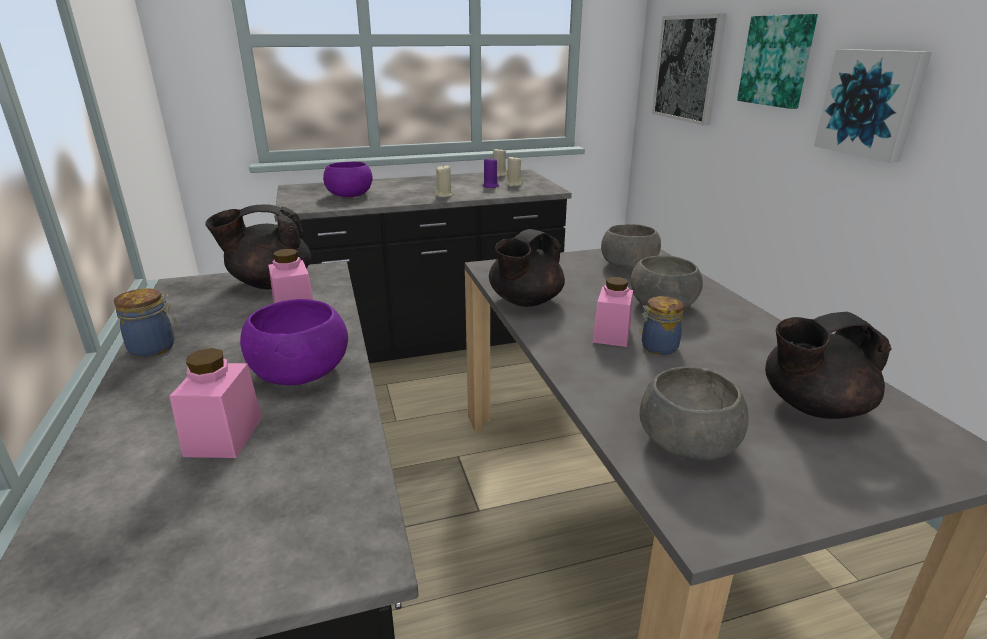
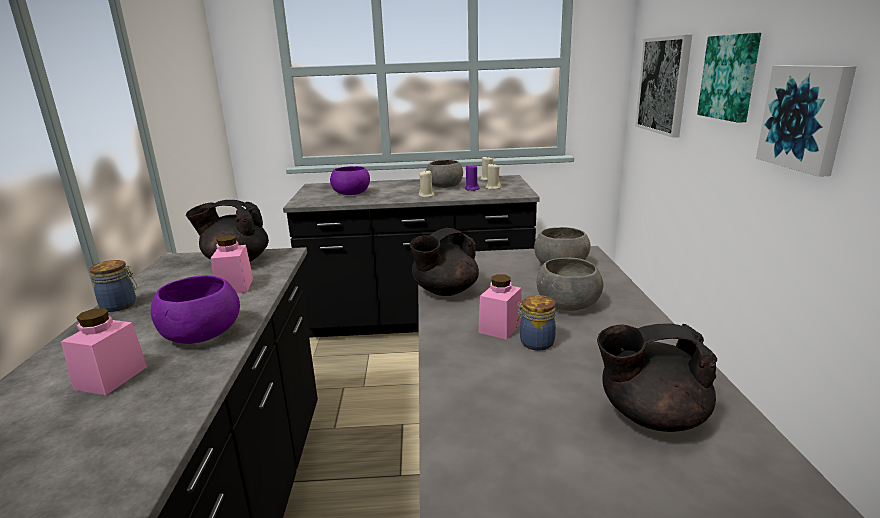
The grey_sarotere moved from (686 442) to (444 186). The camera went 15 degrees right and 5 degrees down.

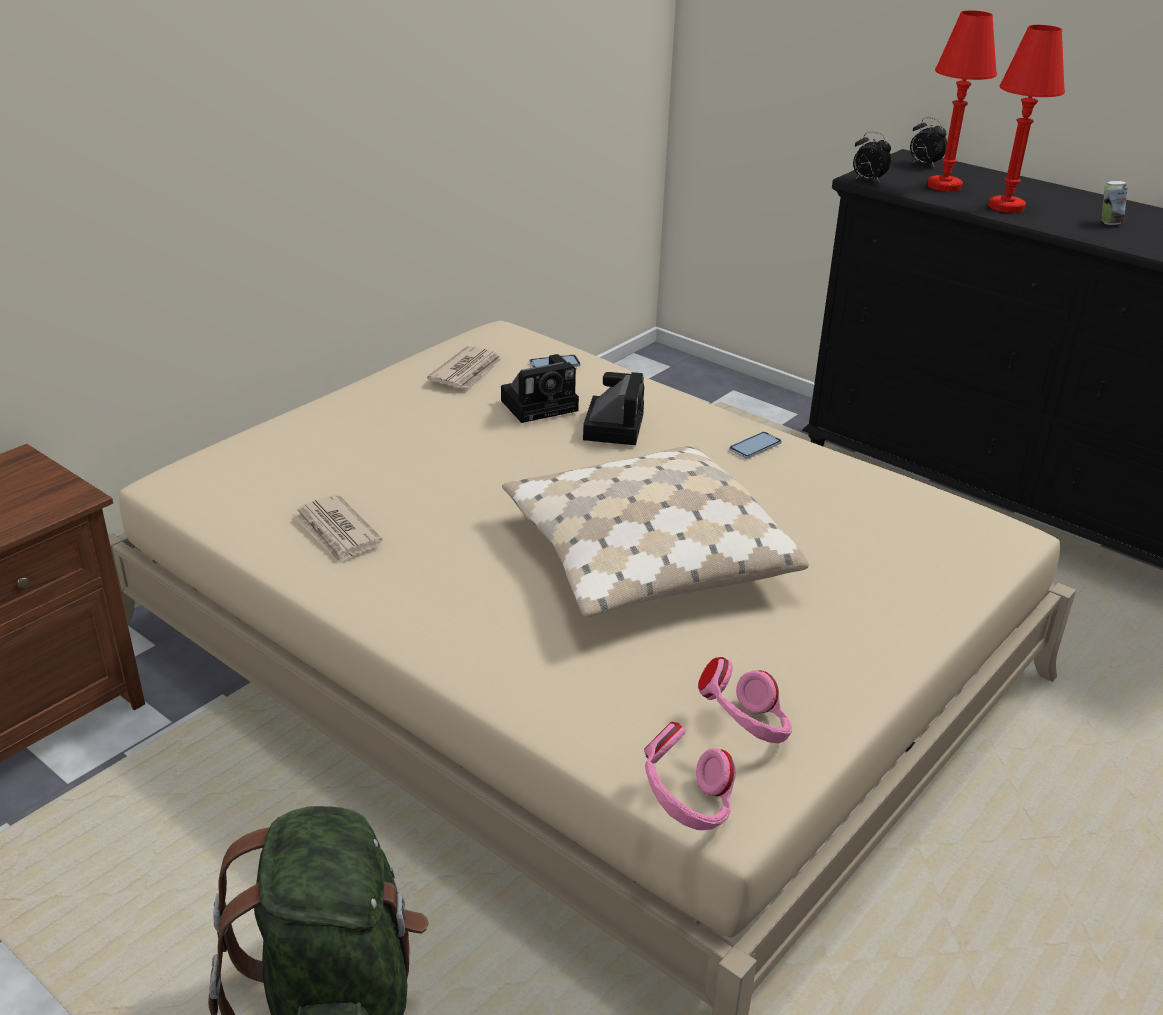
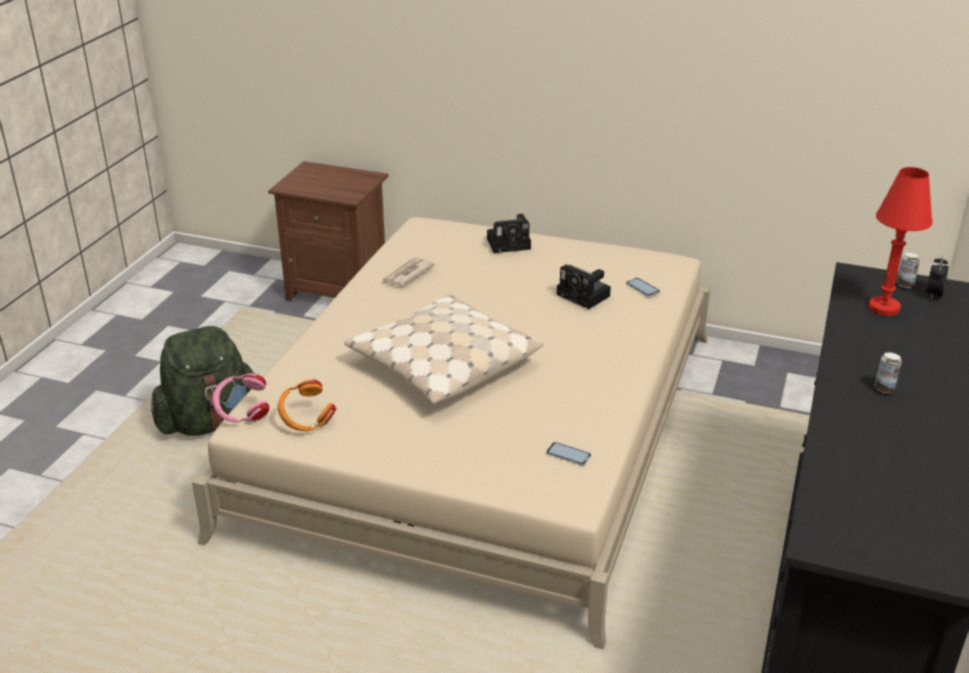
The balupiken at (467 371) disappeared. The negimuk moved from (613 425) to (510 243). The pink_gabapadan at (745 731) became the orange_gabapadan at (306 422). The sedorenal moved from (755 446) to (568 455). The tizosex at (867 180) disappeared. The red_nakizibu at (1006 207) disappeared. The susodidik at (904 285) appeared. The camera went 70 degrees right and 0 degrees up.

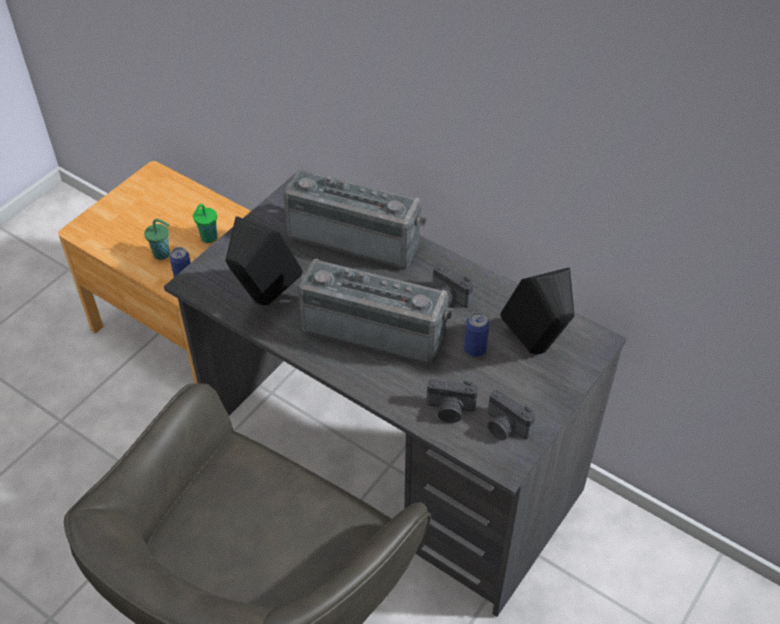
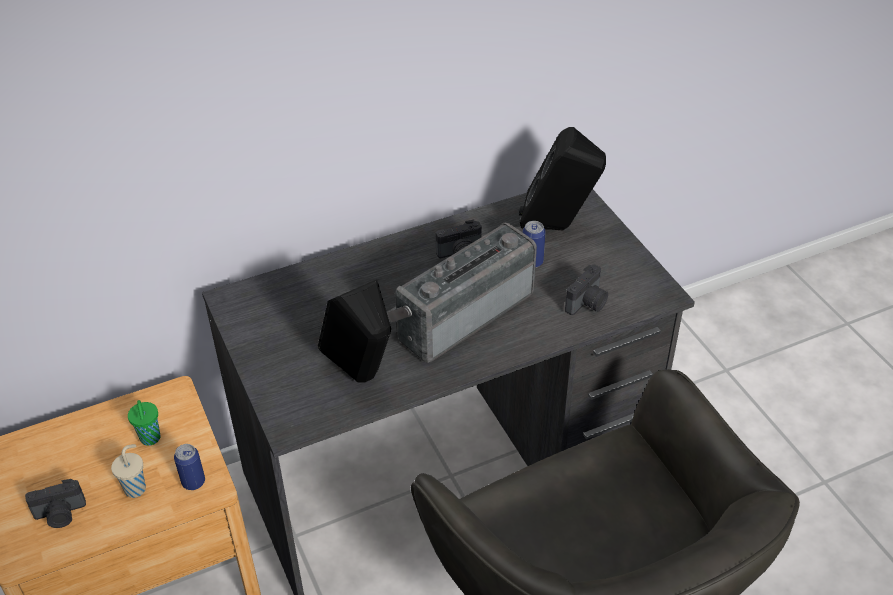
The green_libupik at (162 254) became the beige_libupik at (136 488). The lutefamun at (356 237) disappeared. The negimuk moved from (505 427) to (60 515). The camera went 60 degrees left and 5 degrees down.

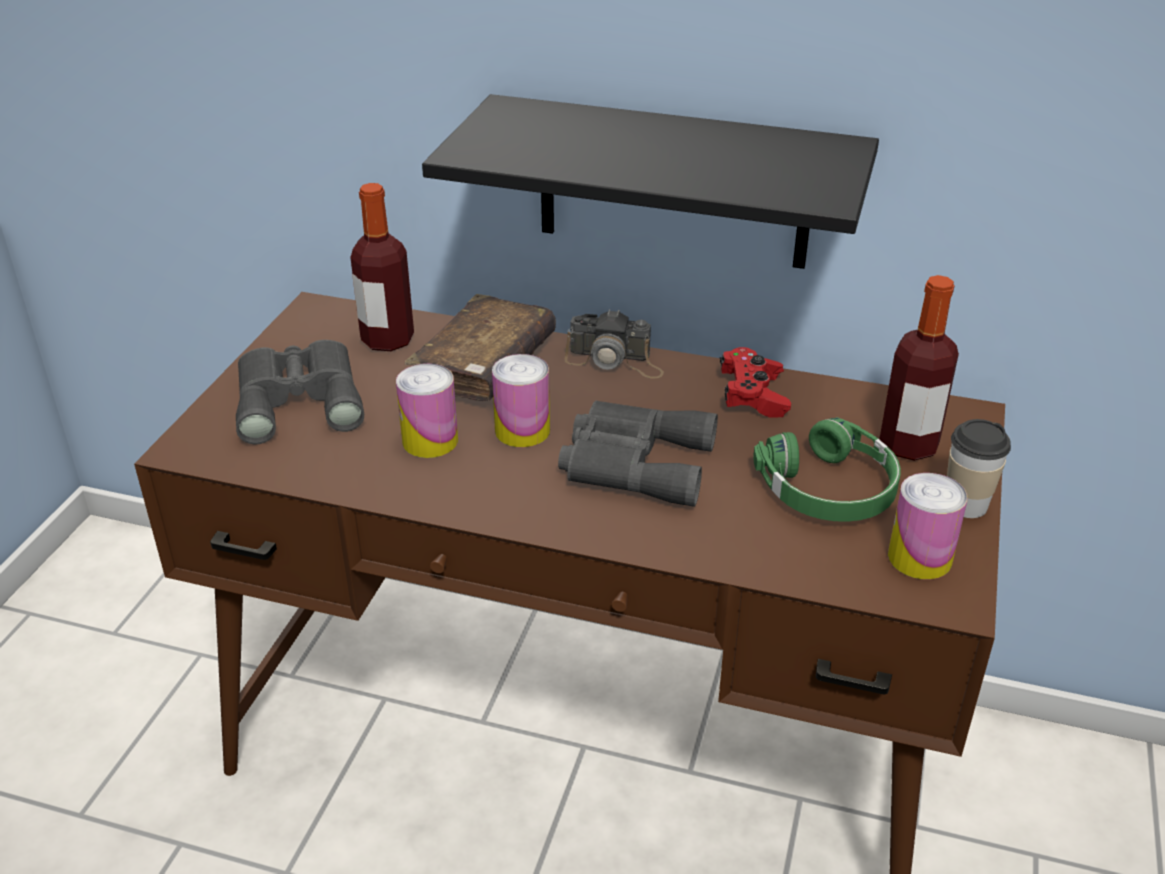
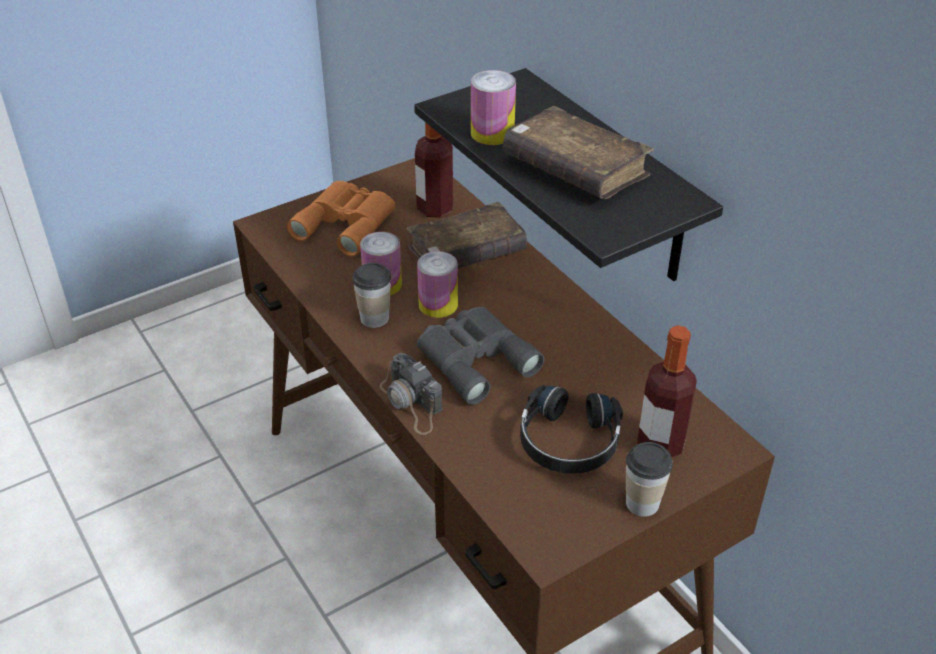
The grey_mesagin at (299 398) became the orange_mesagin at (347 223). The negimuk moved from (615 361) to (412 403). The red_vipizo at (753 396) disappeared. The green_gabapadan at (830 489) became the black_gabapadan at (568 441). The susodidik moved from (919 558) to (492 133). The libupik at (374 318) appeared. The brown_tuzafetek at (575 169) appeared. The camera went 40 degrees right and 5 degrees up.

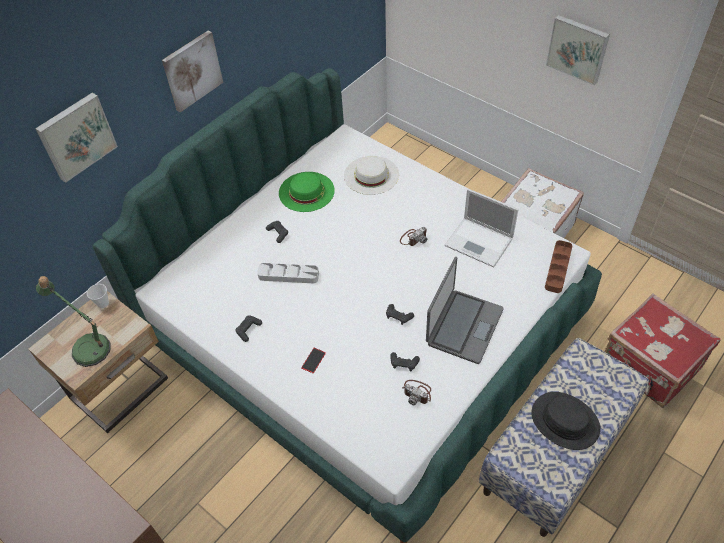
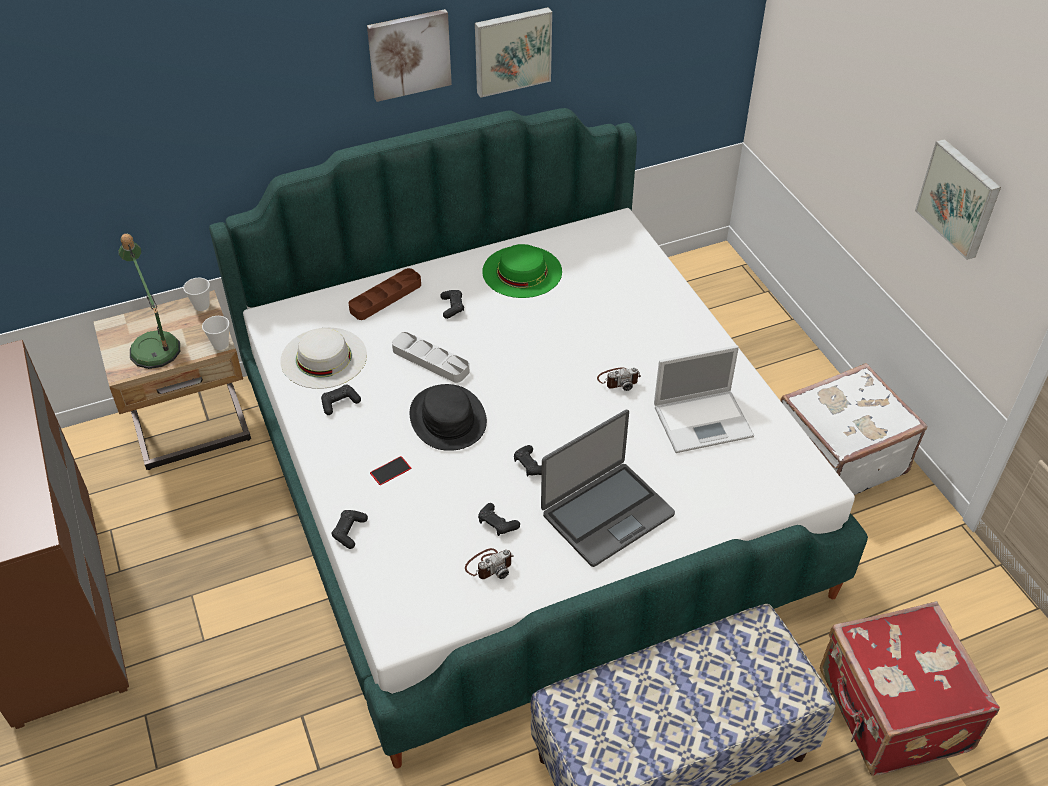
The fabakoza moved from (76 136) to (512 50). The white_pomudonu moved from (371 175) to (323 357). The negimuk at (417 393) turned 90 degrees counterclockwise. The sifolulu at (480 242) turned 75 degrees counterclockwise. The black_pomudonu moved from (564 421) to (447 419). The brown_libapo moved from (558 268) to (385 297). The libupik at (220 344) appeared. The black_vipizo at (349 531) appeared. The camera went 25 degrees right and 5 degrees down.

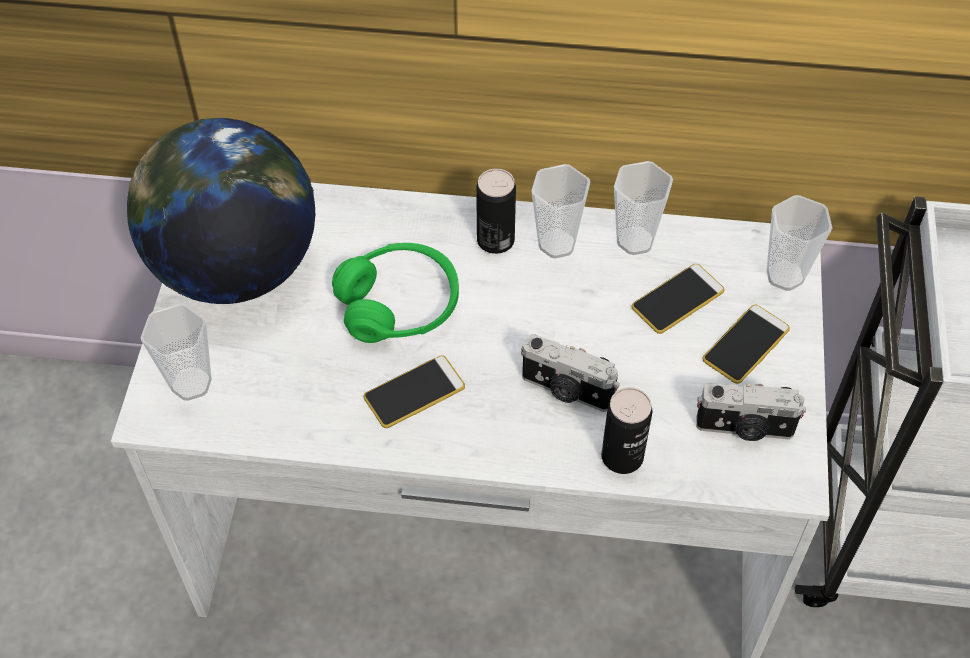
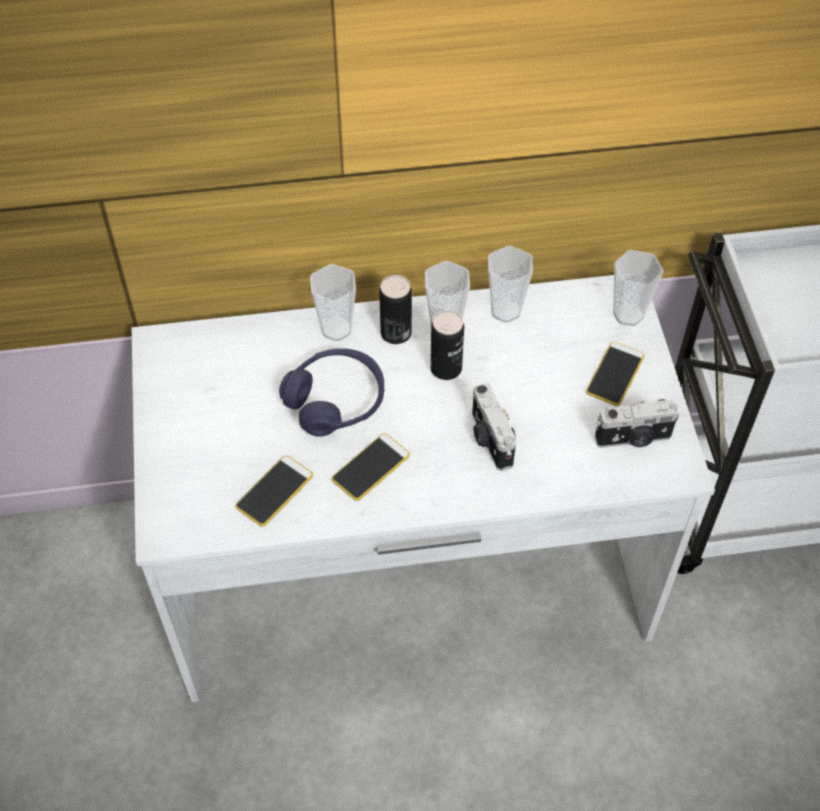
The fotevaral at (236 269) disappeared. The libupik moved from (191 383) to (336 329). The green_gabapadan at (399 305) became the purple_gabapadan at (335 401). The negimuk at (566 390) turned 60 degrees clockwise. The susodidik moved from (622 456) to (446 368). The sedorenal moved from (677 299) to (274 491). The camera went 15 degrees left and 0 degrees up.

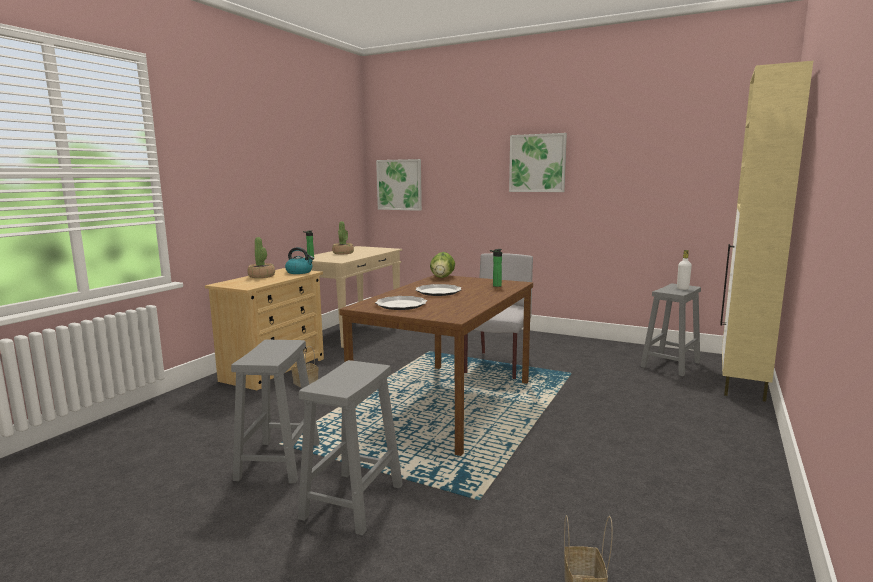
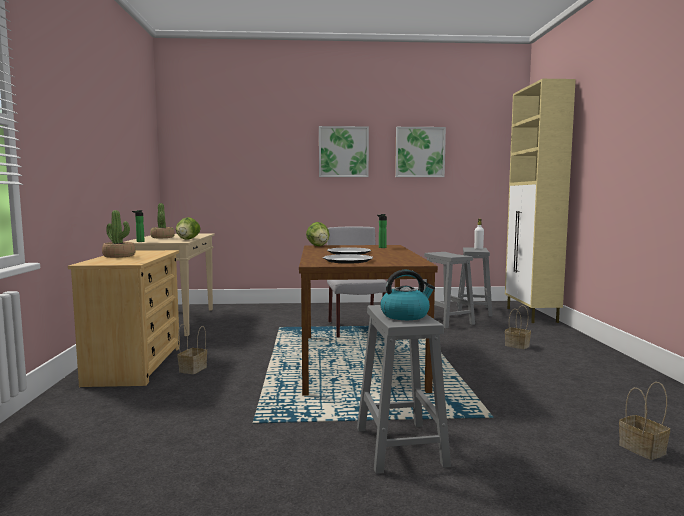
The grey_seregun moved from (279 460) to (445 321). The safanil moved from (299 272) to (405 315). The fabakoza moved from (399 185) to (420 152). The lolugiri at (188 239) appeared. The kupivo at (518 345) appeared. The camera went 30 degrees left and 5 degrees down.

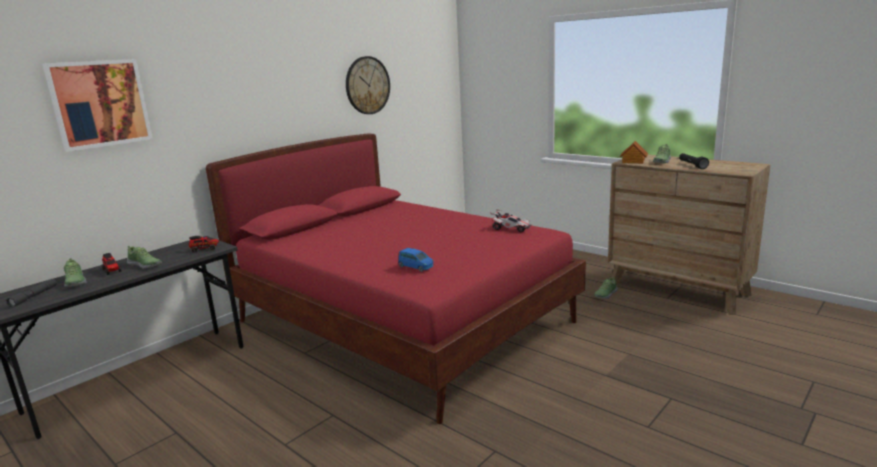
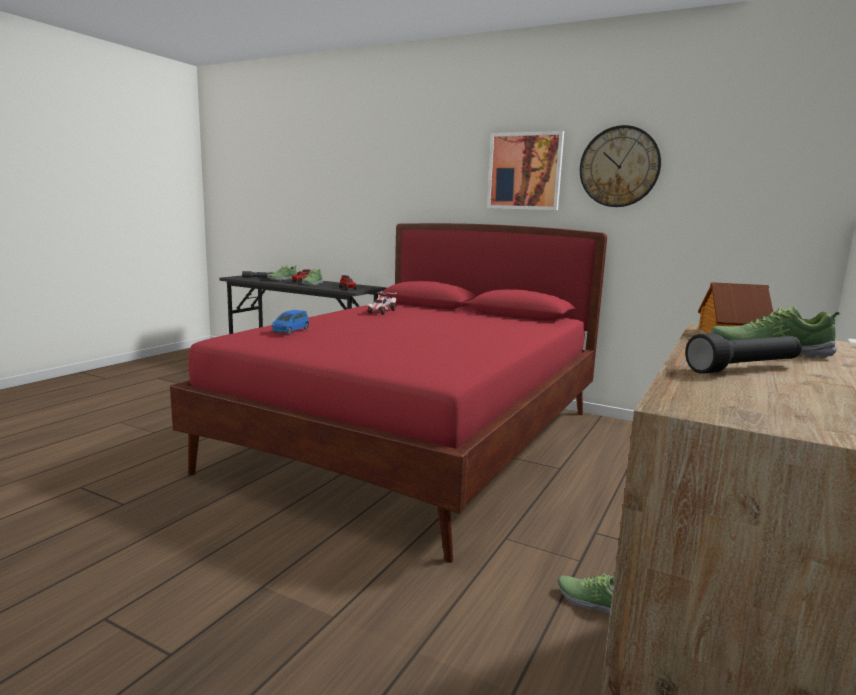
The fabakoza moved from (100 103) to (525 171). The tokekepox moved from (511 229) to (381 312). The camera went 75 degrees right and 5 degrees down.

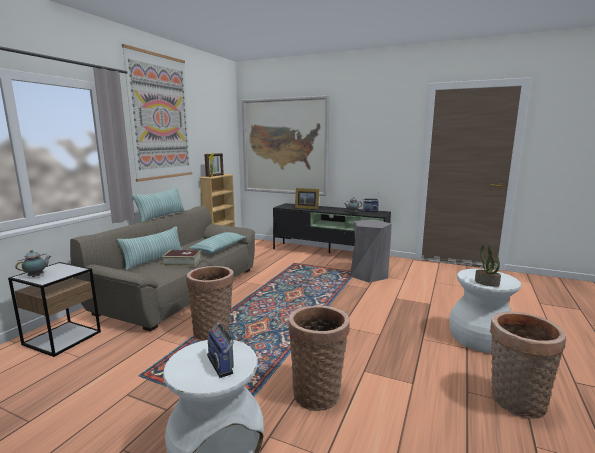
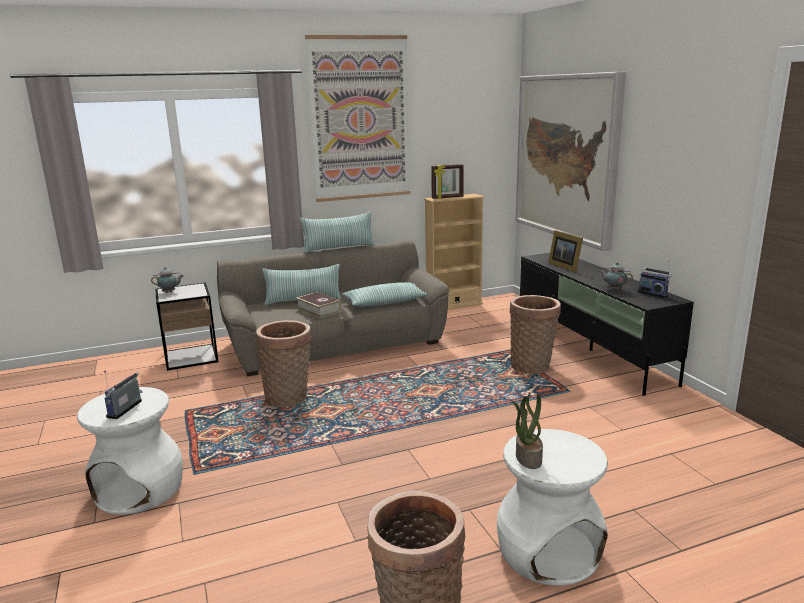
The kupivo moved from (317 392) to (532 366). The grey_seregun at (368 275) disappeared. The camera went 45 degrees right and 5 degrees up.

